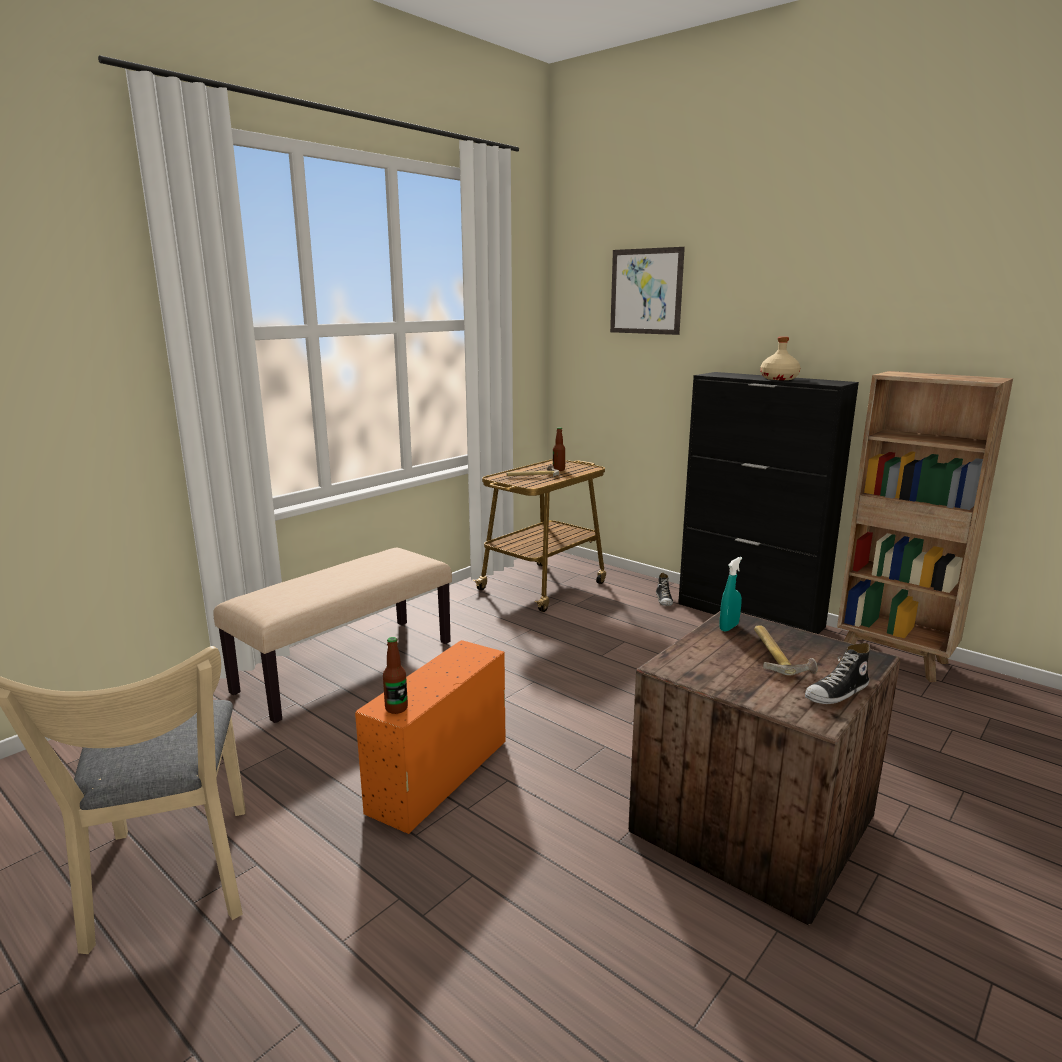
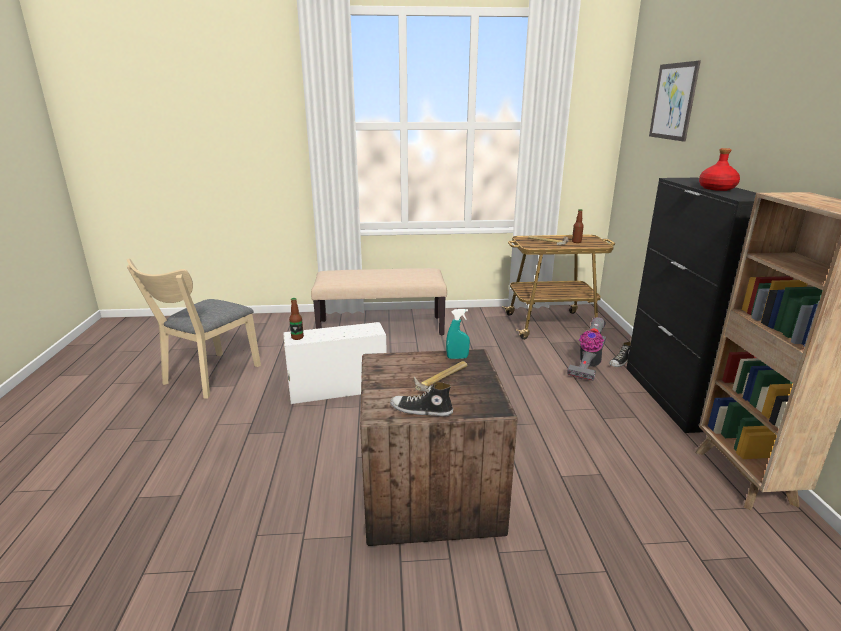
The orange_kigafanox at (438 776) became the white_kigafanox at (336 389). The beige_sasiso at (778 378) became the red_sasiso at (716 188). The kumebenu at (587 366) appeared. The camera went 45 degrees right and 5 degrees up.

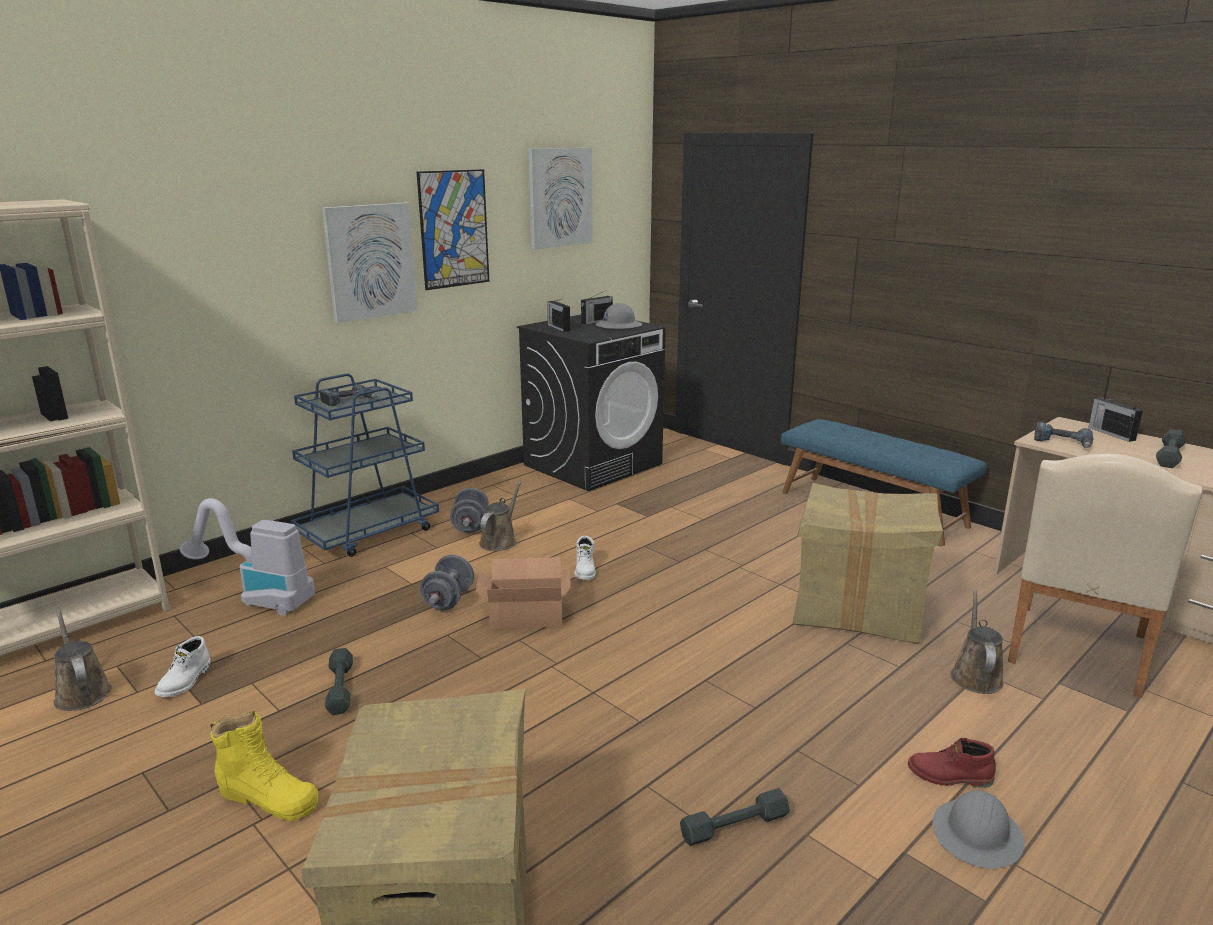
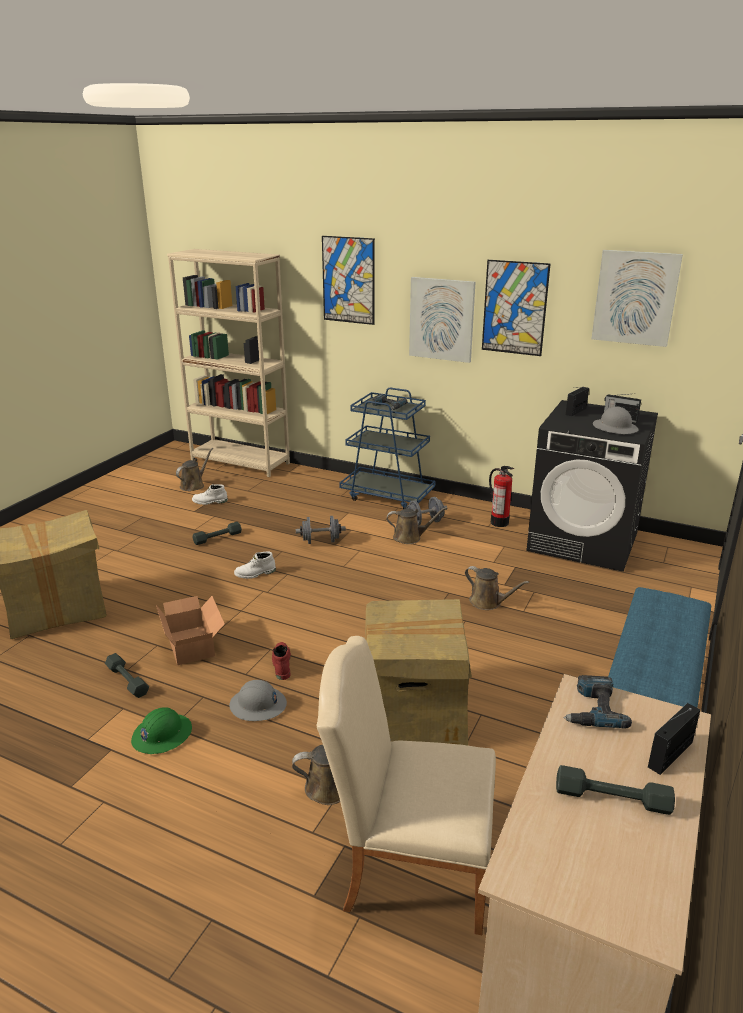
The kumebenu at (257 597) disappeared. The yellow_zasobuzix at (268 797) disappeared. The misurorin moved from (524 613) to (193 643). The white_zasobuzix moved from (585 571) to (255 574). The red_zasobuzix moved from (949 777) to (281 664). The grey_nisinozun moved from (977 835) to (258 705). The green_nisinozun at (161 735) appeared. The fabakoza at (348 280) appeared. The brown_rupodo at (488 602) appeared. The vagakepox at (499 522) appeared. The camera went 70 degrees right and 5 degrees up.

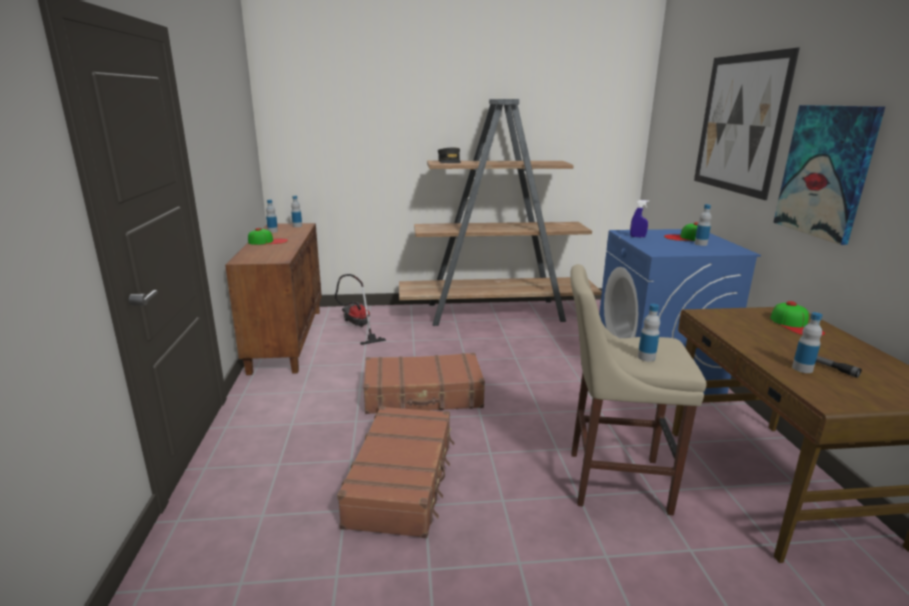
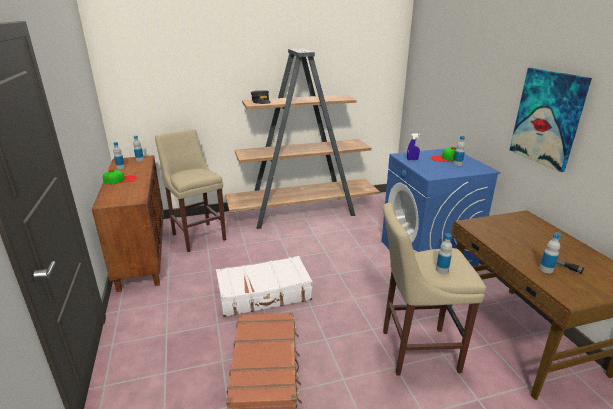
The kumebenu at (358 327) was replaced by the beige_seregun at (198 235). The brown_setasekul at (423 396) became the white_setasekul at (264 294). The fabakoza at (739 124) disappeared. The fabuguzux at (796 325) disappeared. The camera went 10 degrees left and 5 degrees up.

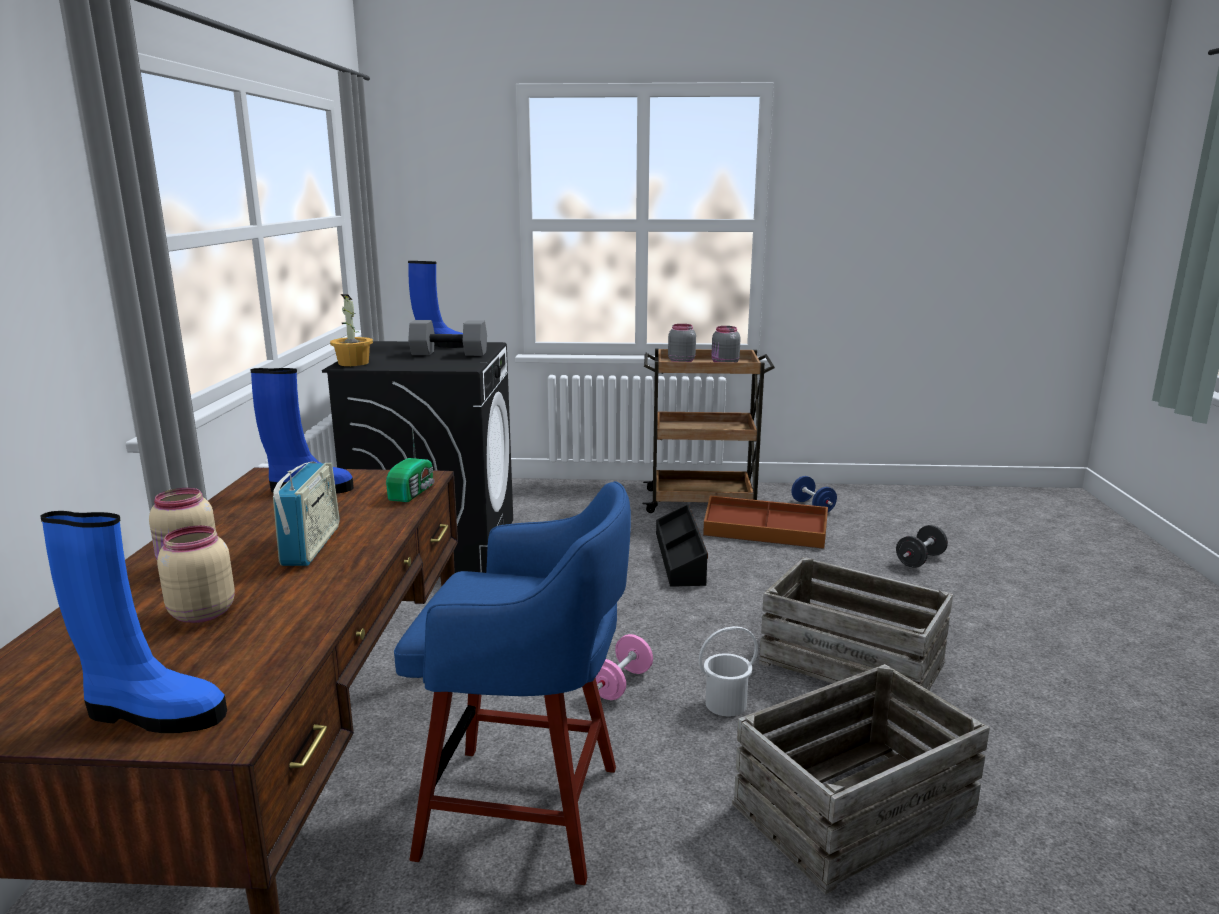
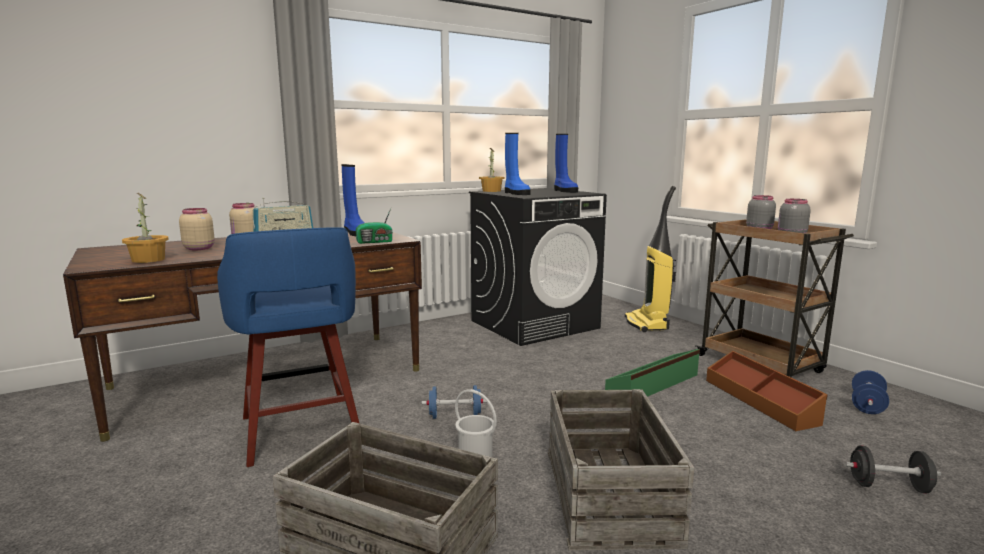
The blue_zasobuzix moved from (152 714) to (515 193). The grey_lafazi at (450 353) disappeared. The pink_lafazi at (620 684) became the blue_lafazi at (455 416). The black_kigafanox at (681 557) became the green_kigafanox at (654 384). The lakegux at (147 260) appeared. The kumebenu at (647 324) appeared. The camera went 55 degrees right and 5 degrees down.

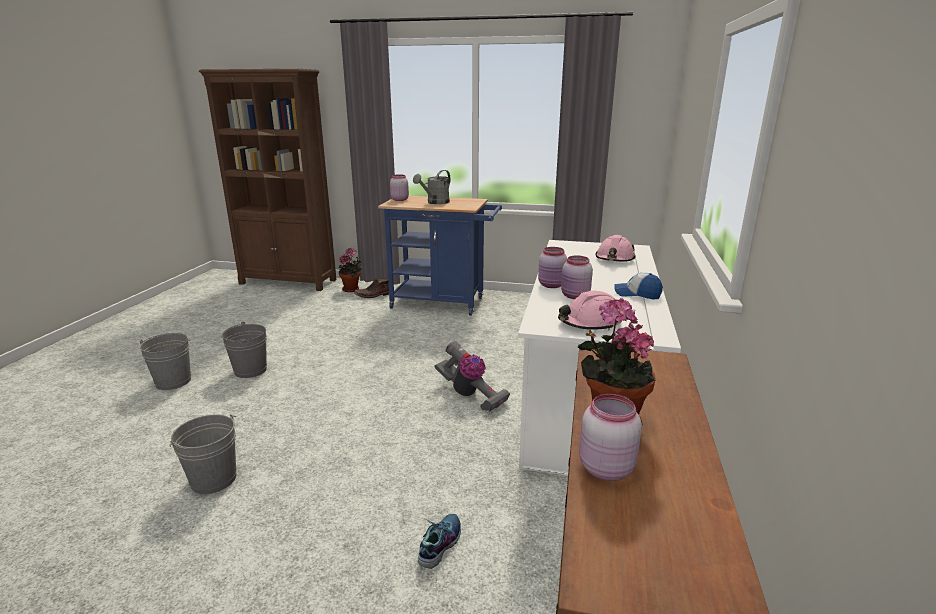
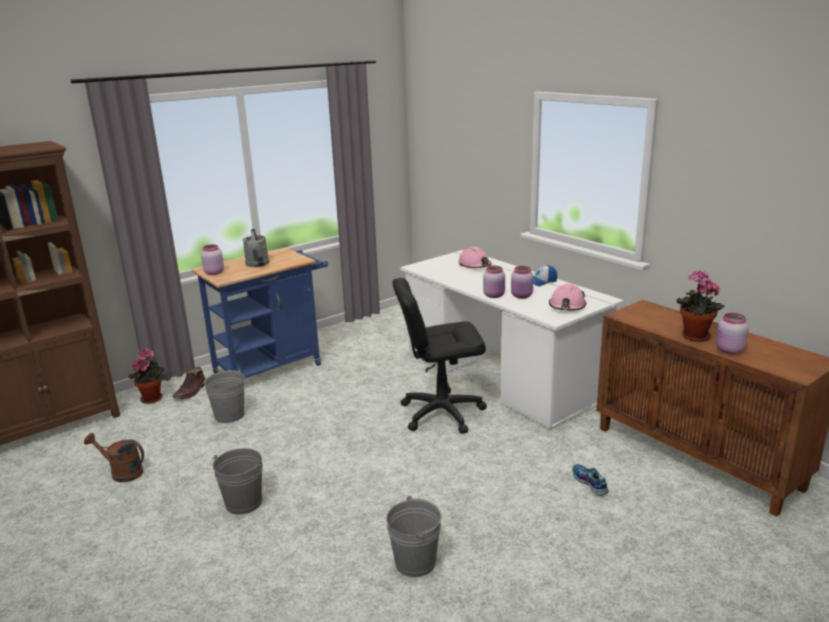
The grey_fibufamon moved from (173 381) to (229 415). The kumebenu at (470 395) was replaced by the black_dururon at (441 413). The brown_rupodo at (122 472) appeared. The camera went 50 degrees left and 0 degrees up.

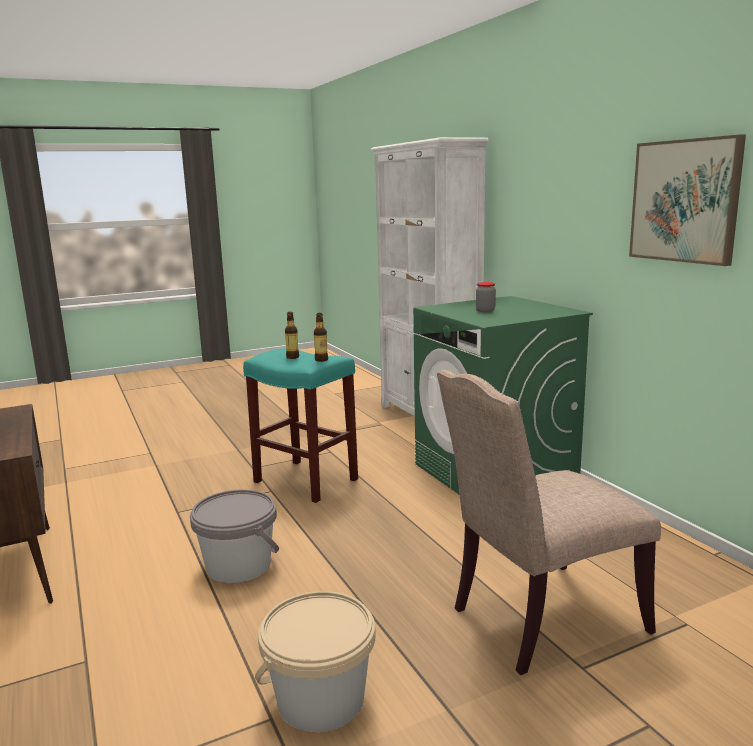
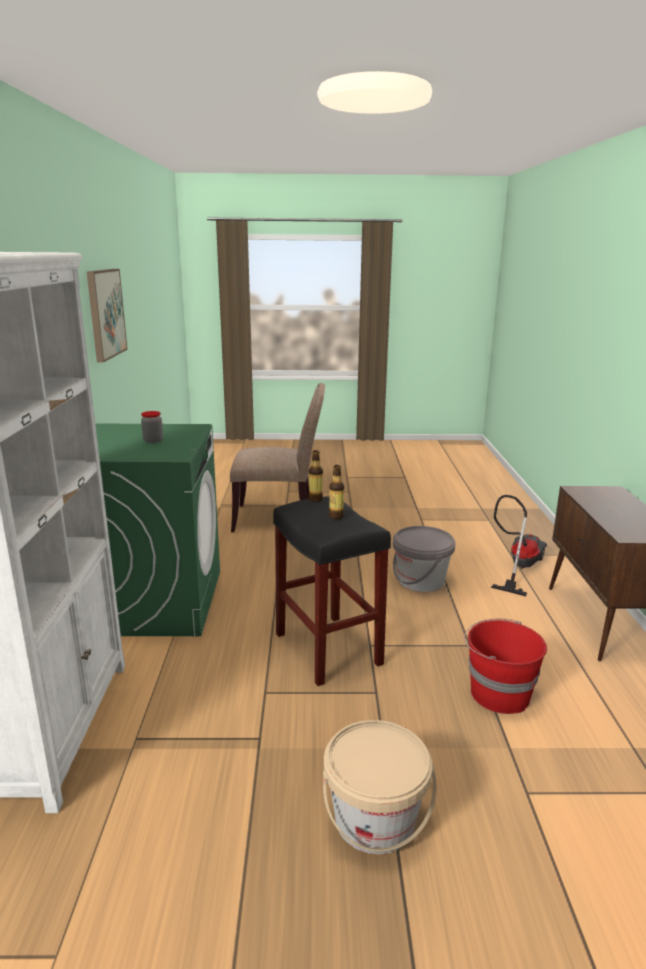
The turquoise_seregun at (307 481) became the black_seregun at (326 648). The beige_fibufamon moved from (320 699) to (375 820). The red_fibufamon at (498 694) appeared. The kumebenu at (518 567) appeared. The camera went 155 degrees left and 5 degrees up.

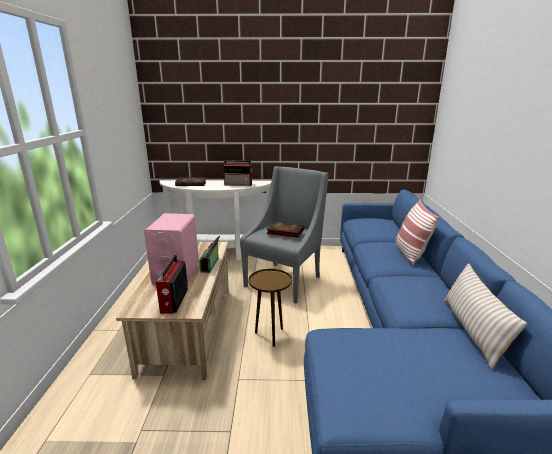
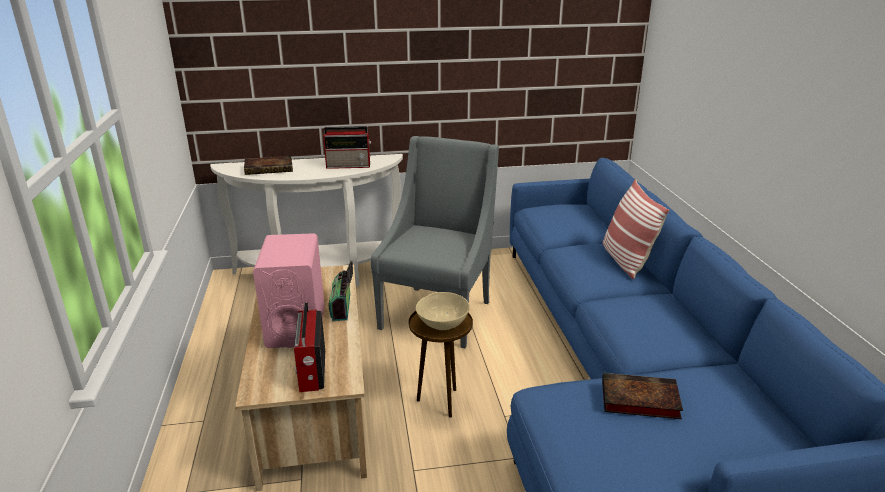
The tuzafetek moved from (284 232) to (637 400). The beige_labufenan at (472 330) disappeared. The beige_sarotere at (442 323) appeared. The camera went 10 degrees left and 5 degrees up.

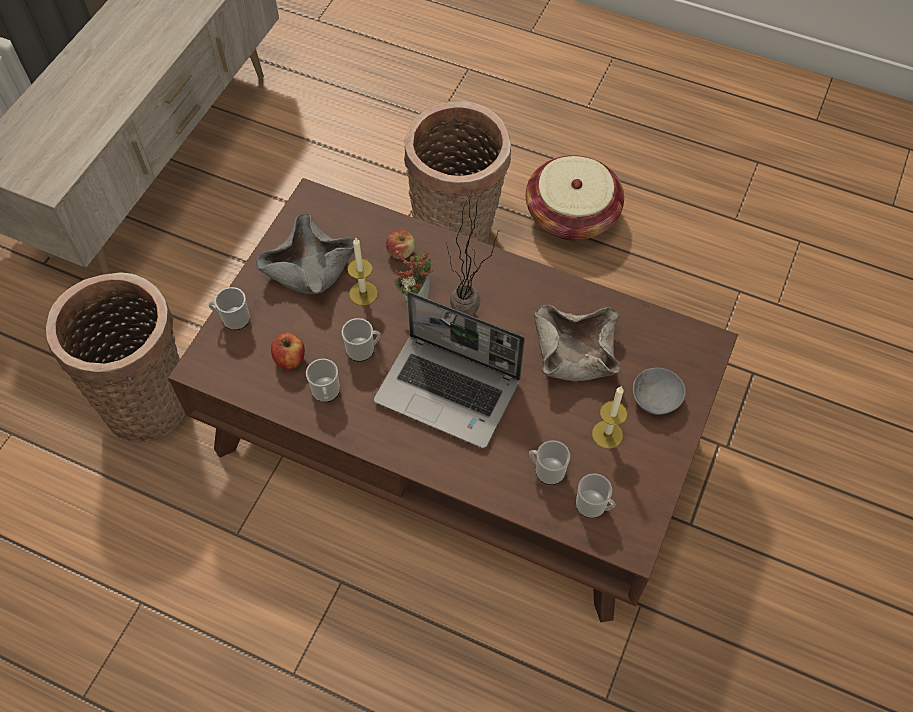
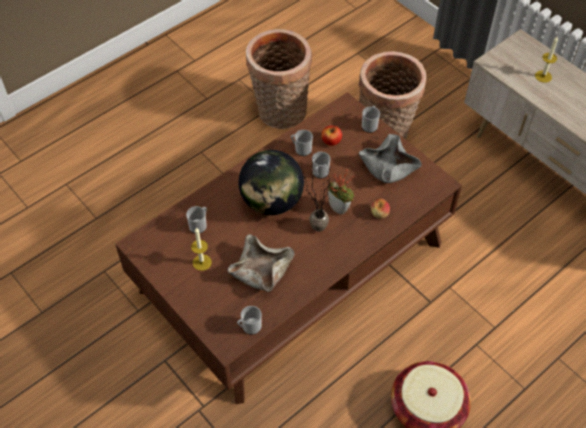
The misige moved from (363 293) to (543 76). The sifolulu at (450 391) was replaced by the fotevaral at (271 201). The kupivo moved from (457 232) to (279 113). The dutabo moved from (593 506) to (249 327). The grey_sarotere at (656 399) disappeared. The camera went 115 degrees right and 5 degrees down.

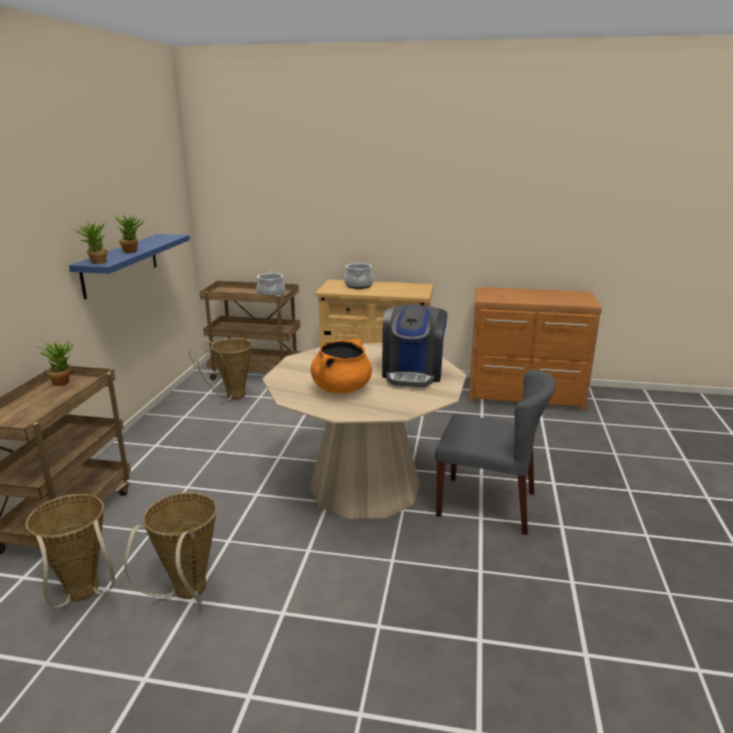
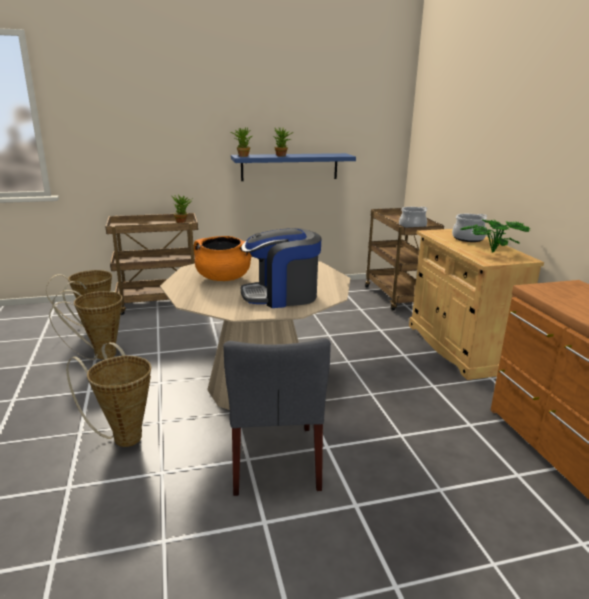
The kupivo moved from (231 396) to (124 436). The lakegux at (491 253) appeared. The camera went 65 degrees right and 0 degrees up.

